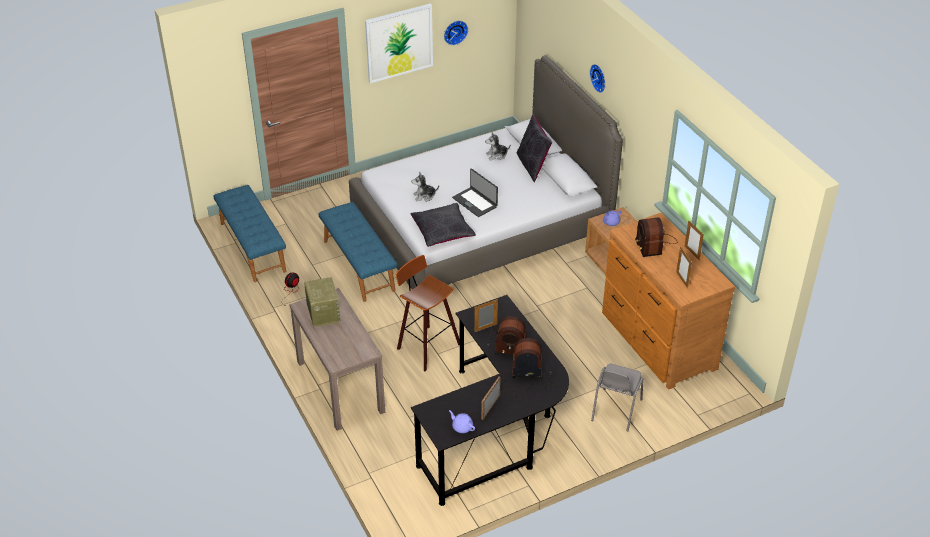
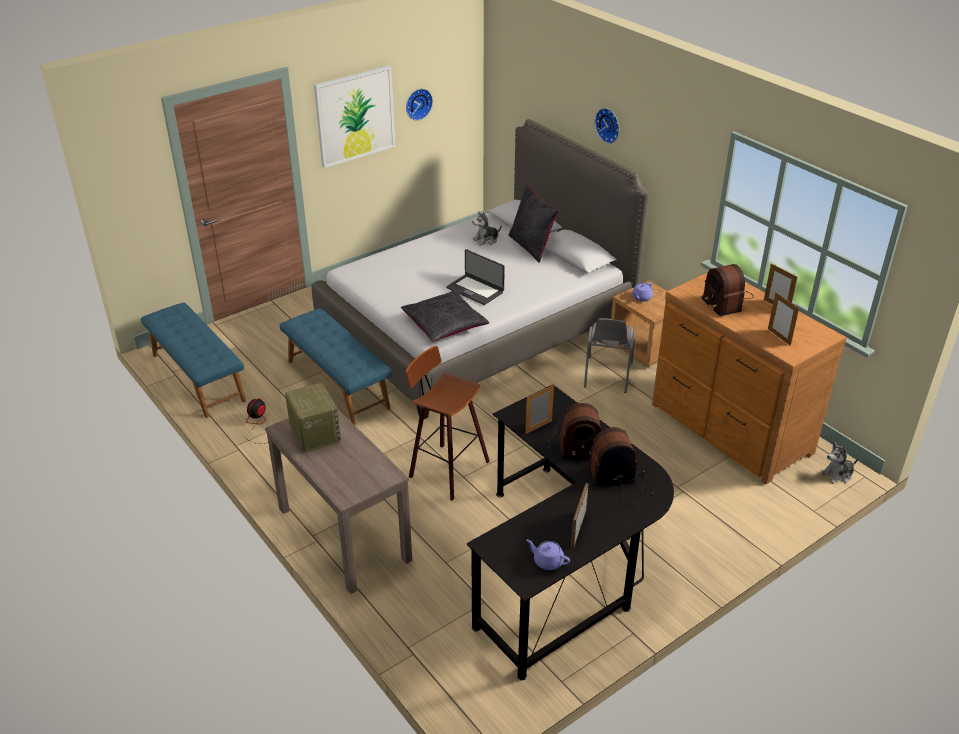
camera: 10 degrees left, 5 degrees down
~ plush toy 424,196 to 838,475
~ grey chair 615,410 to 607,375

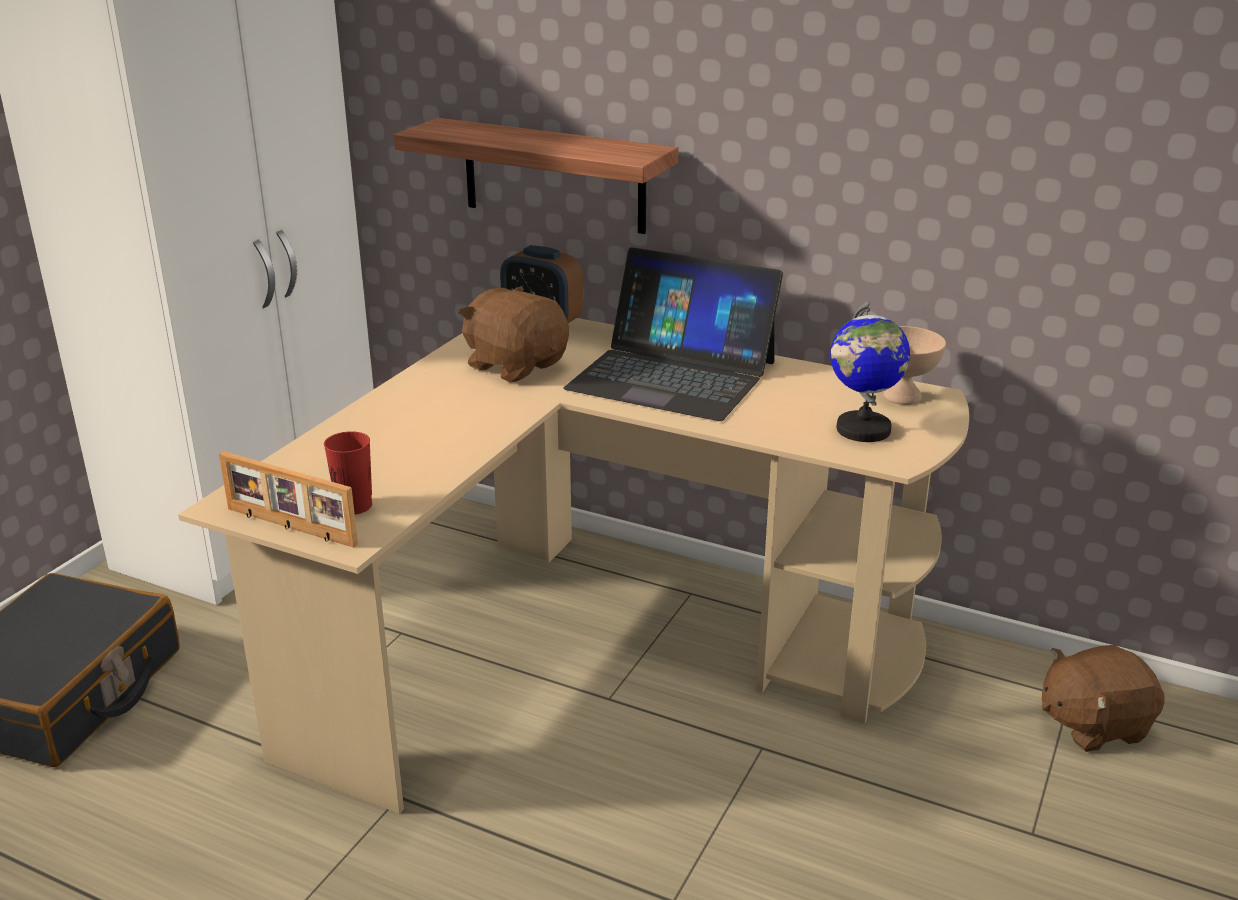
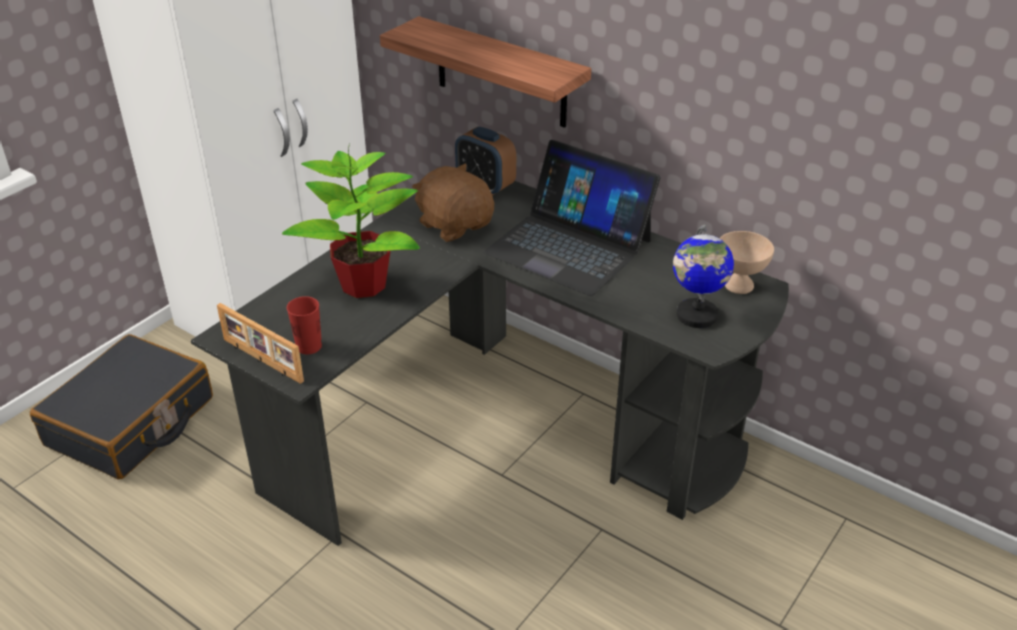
camera: 10 degrees right, 10 degrees up
- brown plush toy 1092,724
+ potted plant 365,284
~ beige desk 595,644 to black desk 502,428

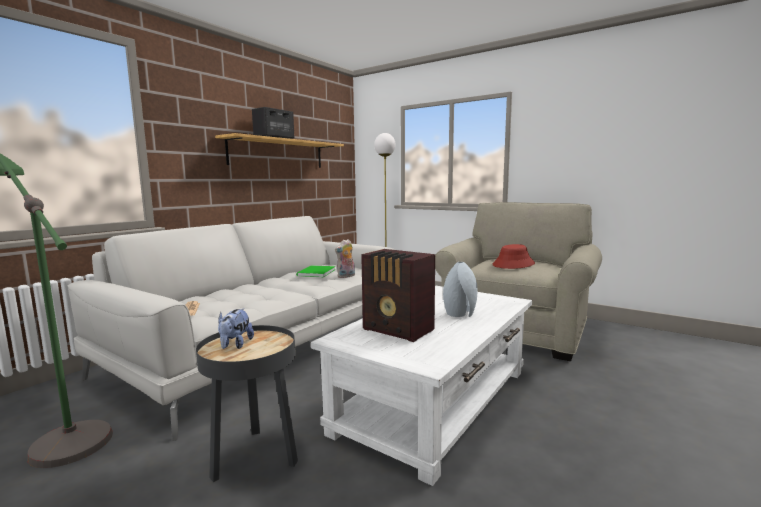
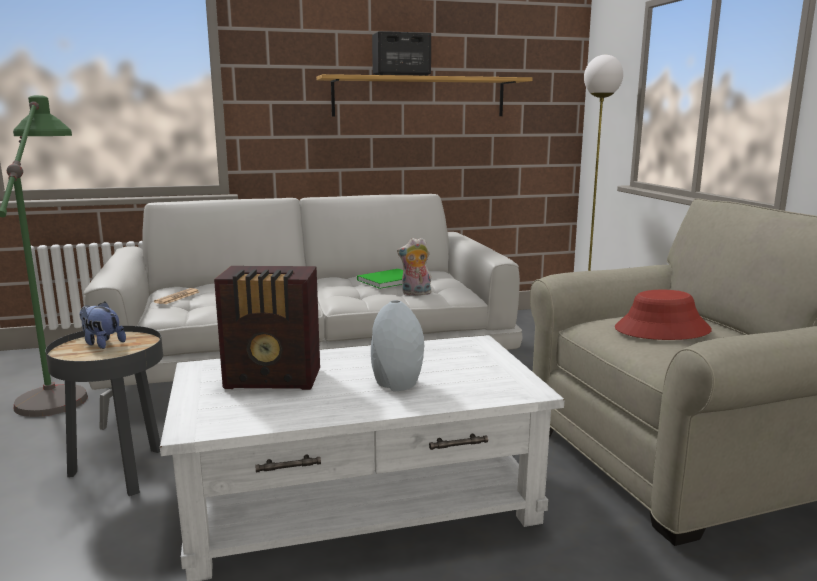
camera: 40 degrees right, 5 degrees up
~ plush toy 235,345 = 102,343 75 degrees clockwise
~ radio 398,330 = 275,379 75 degrees counterclockwise

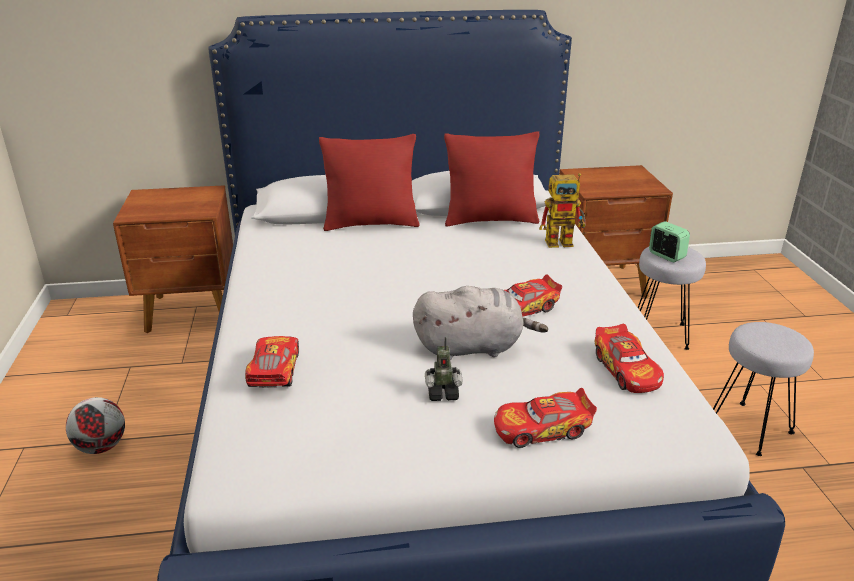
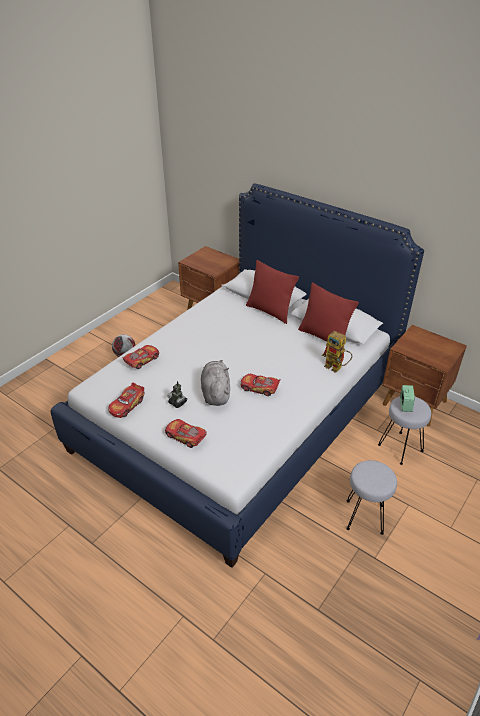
camera: 45 degrees right, 10 degrees up
~ toy car 626,370 to 127,405
~ grey plush toy 473,347 = 215,392 135 degrees counterclockwise

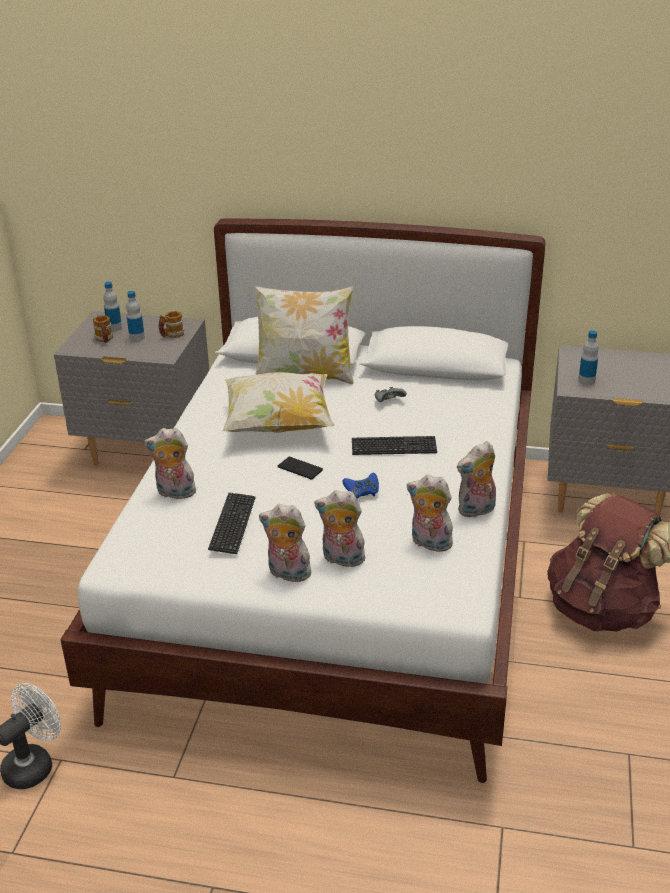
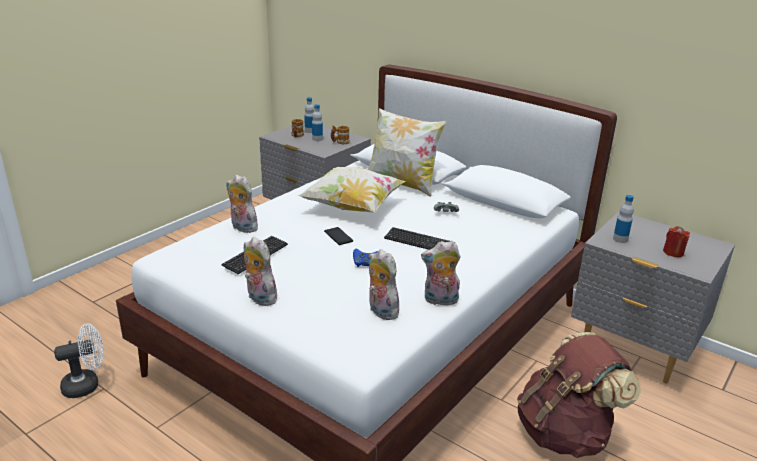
camera: 25 degrees right, 5 degrees down
- plush toy 341,559
+ red candle 673,252

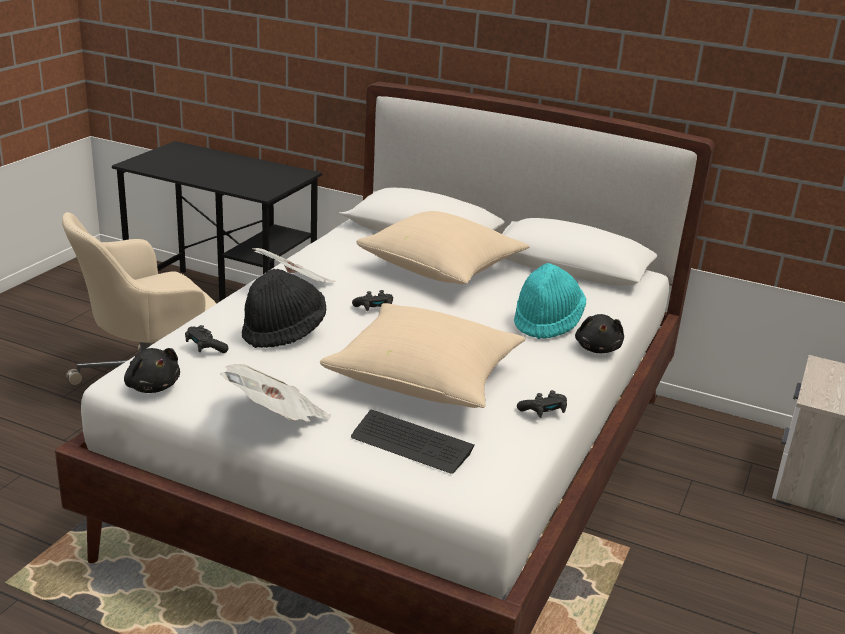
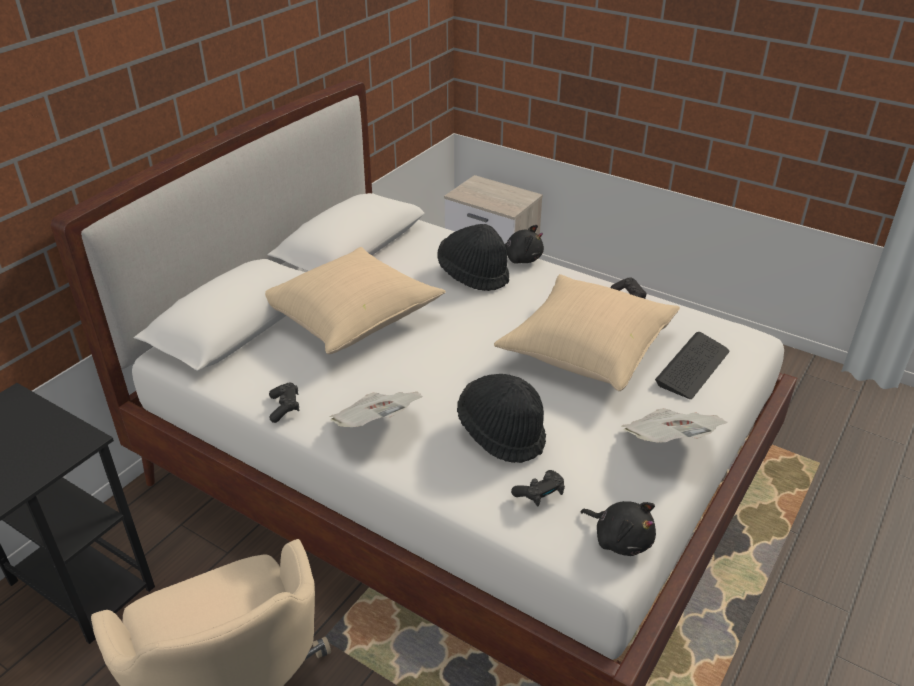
camera: 80 degrees left, 10 degrees up
~ black game controller 374,308 to 285,408
~ turquoise hat 547,322 to black hat 473,275
~ black plush toy 152,386 = 620,539 75 degrees clockwise

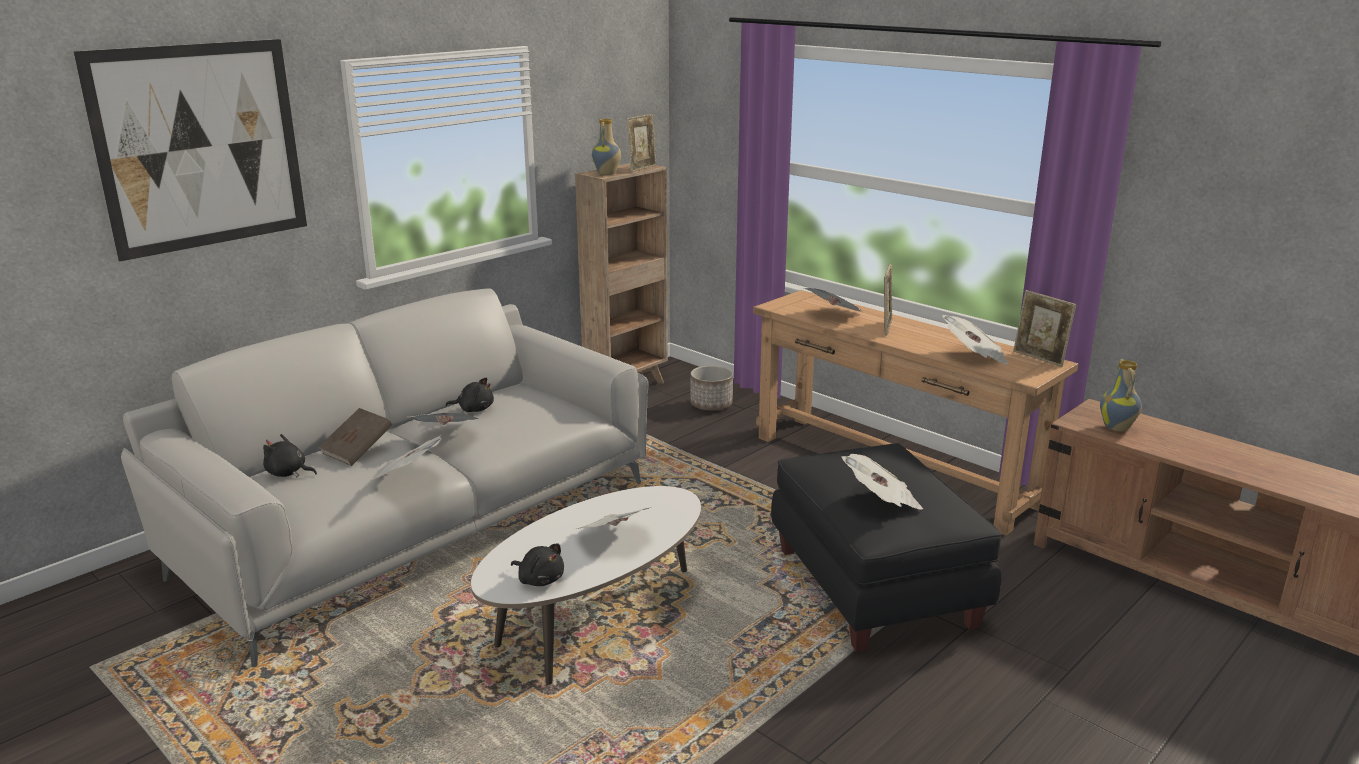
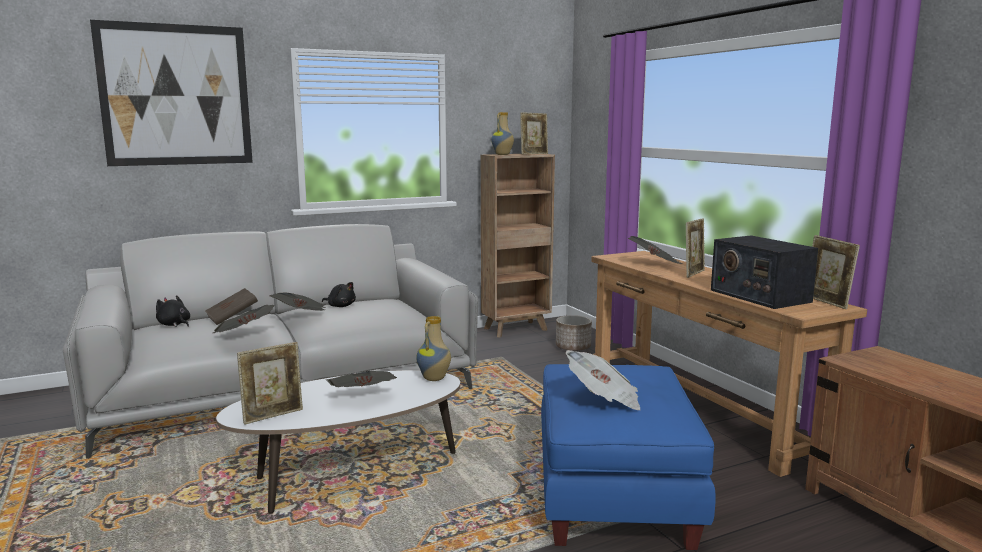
camera: 20 degrees right, 10 degrees down
~ vase 1117,428 to 435,379
~ black plush toy 539,579 to picture frame 273,416
~ newspaper 974,356 to radio 759,296
~ black ottoman 876,587 to blue ottoman 615,496

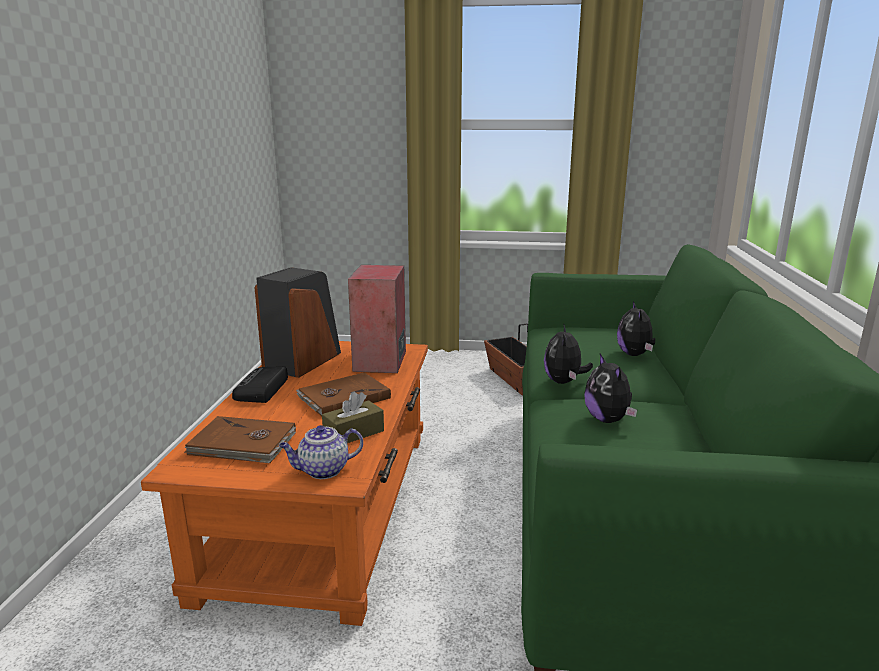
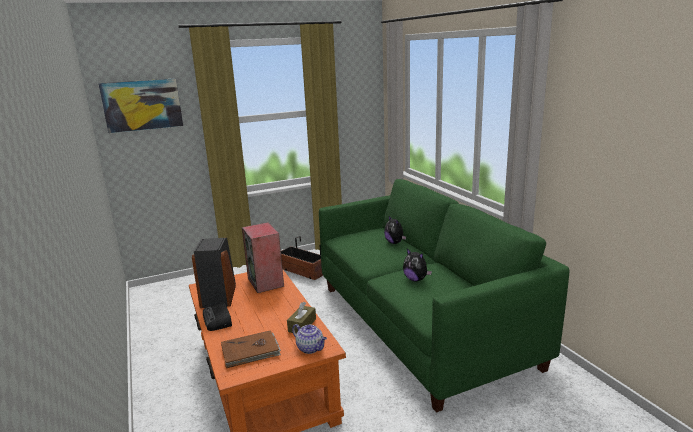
camera: 30 degrees left, 0 degrees up
- brown book 343,397
- plush toy 564,382
+ picture 142,105
~ teapot 322,471 = 311,348 90 degrees counterclockwise

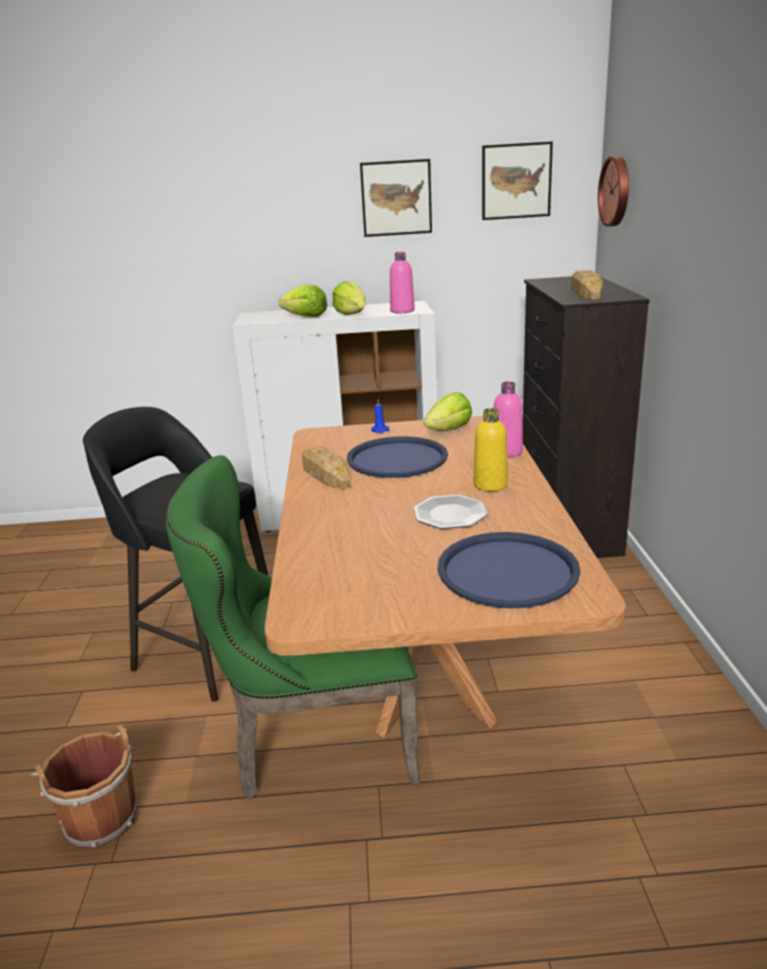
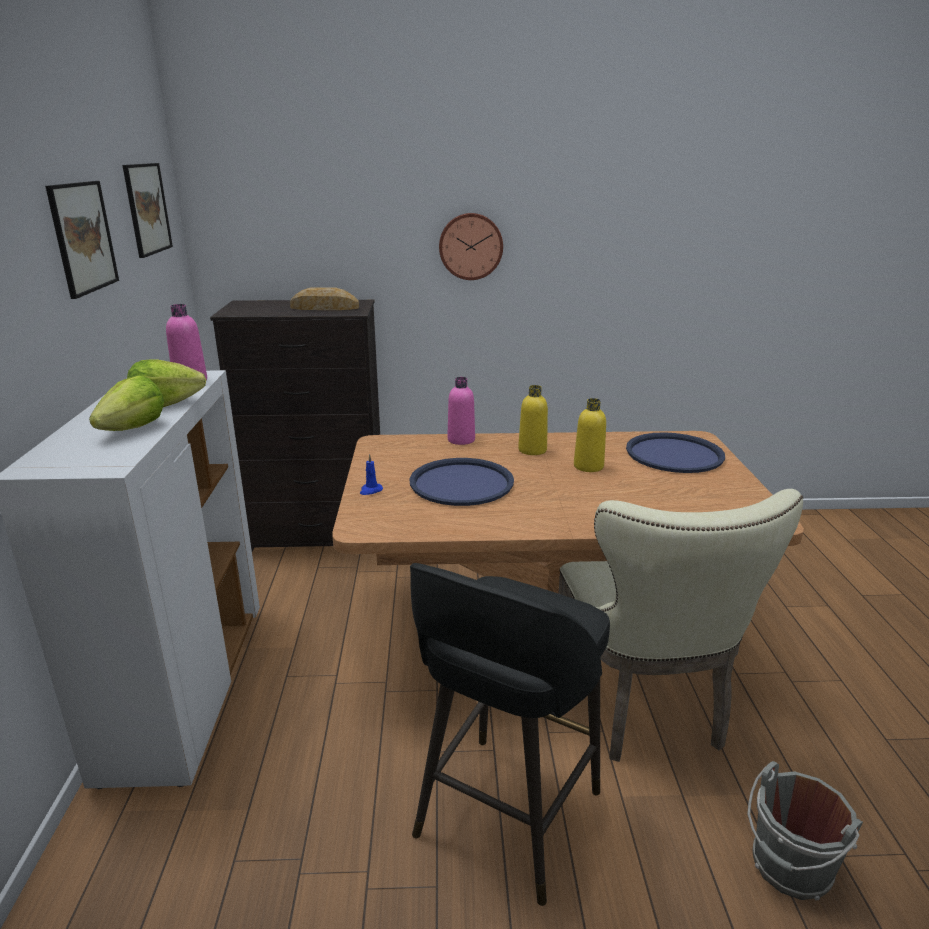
camera: 90 degrees left, 0 degrees up
- bread 326,474
- lettuce 449,430
~ wall clock 616,191 to 470,246
~ plate 450,514 to yellow bottle 588,466
~ brown bucket 99,817 to grey bucket 789,868
~ green chair 312,742 to beige chair 644,707

